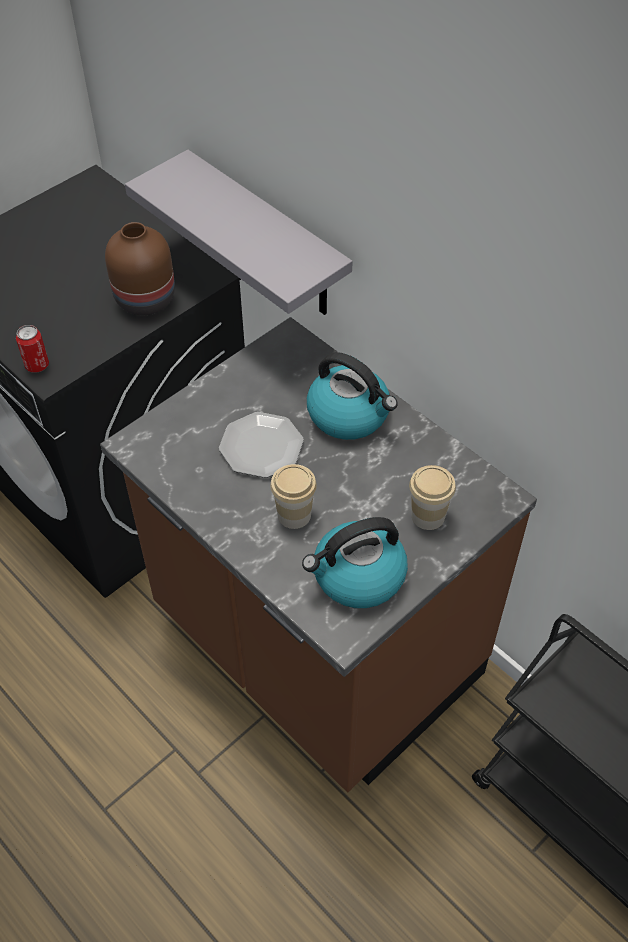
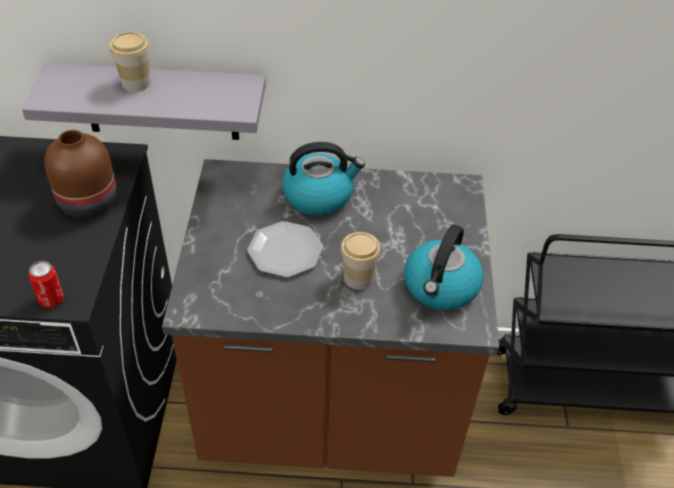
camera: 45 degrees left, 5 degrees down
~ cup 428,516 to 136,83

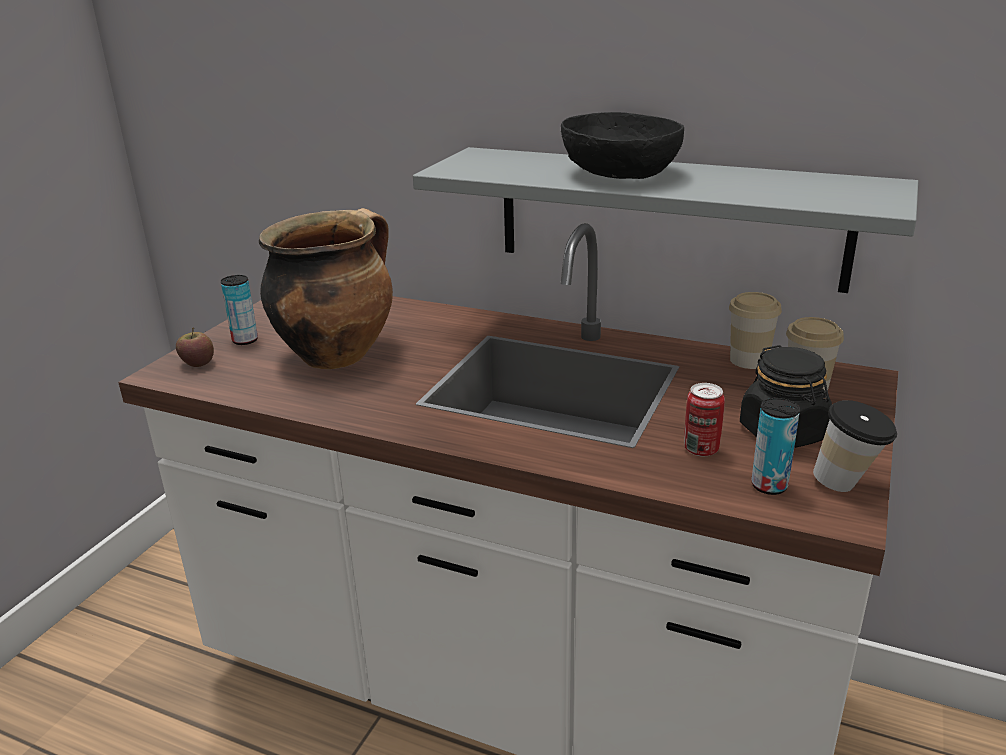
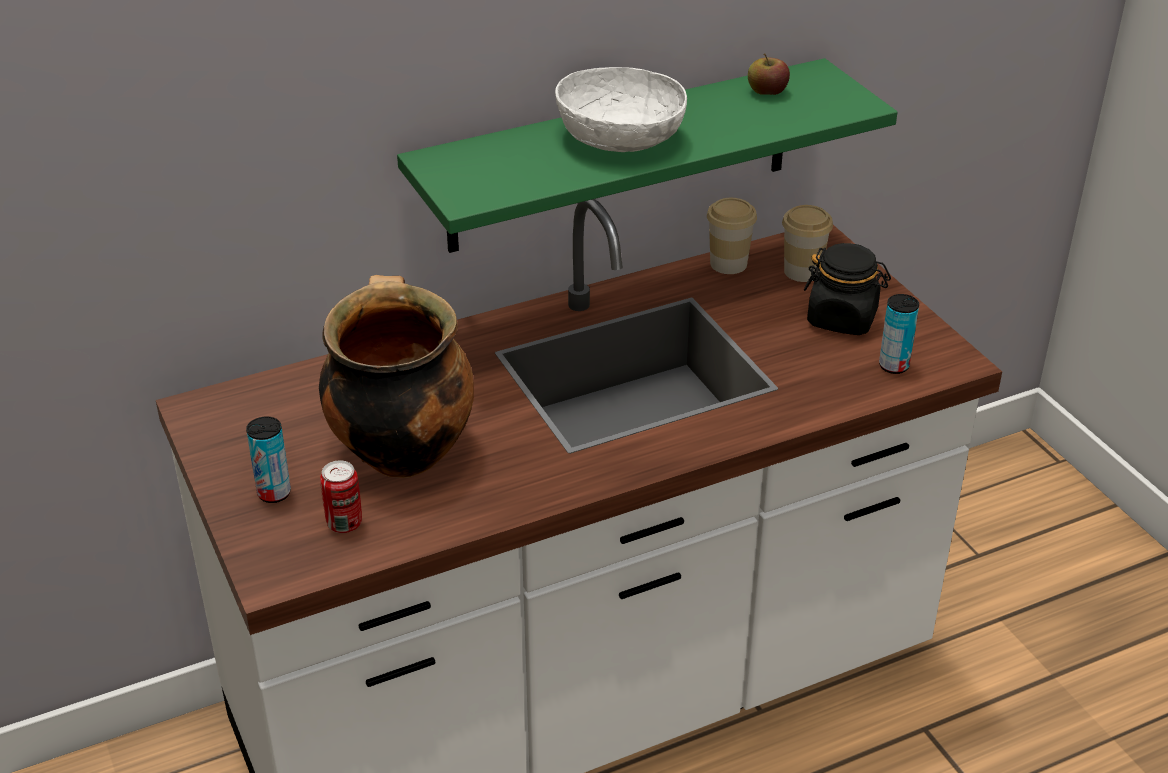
camera: 50 degrees left, 10 degrees up
- cup 847,485
~ apple 198,363 to 767,92
~ can 701,449 to 344,523
~ grey shelf 668,217 to green shelf 621,156
~ black bowl 620,173 to white bowl 621,139

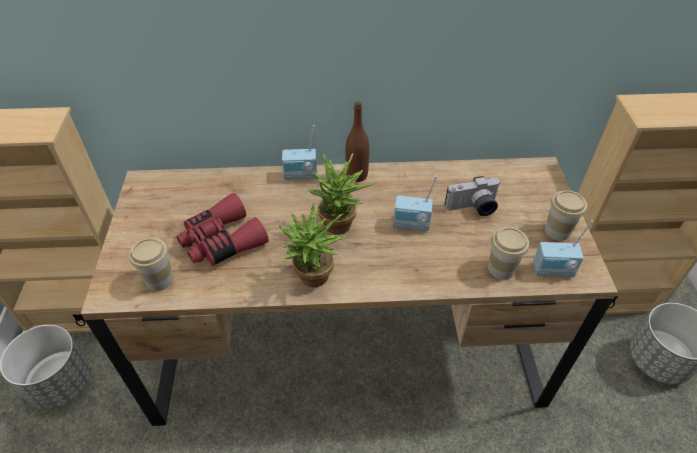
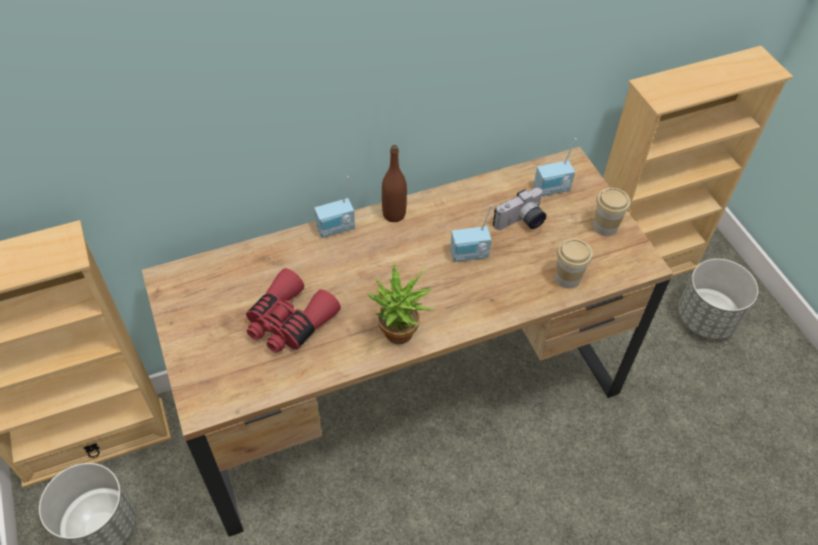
camera: 20 degrees left, 5 degrees up
- cup 159,280
- potted plant 340,228
~ radio 553,271 to 552,190

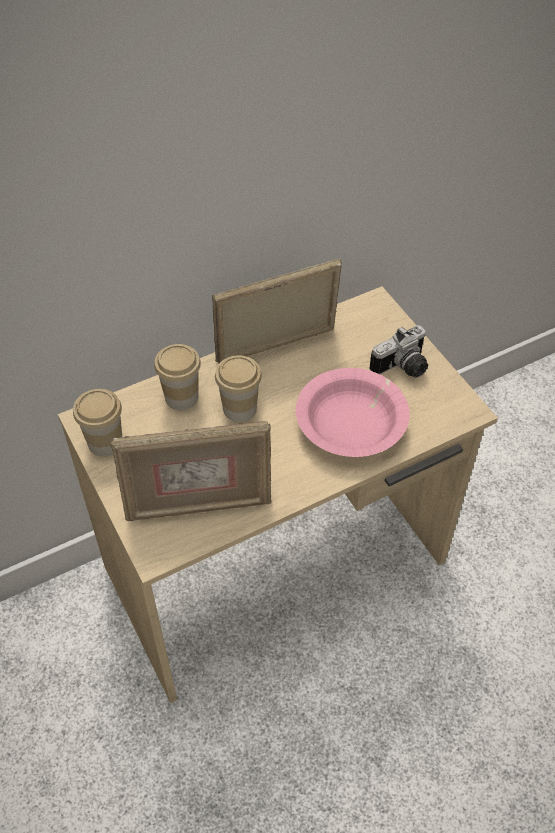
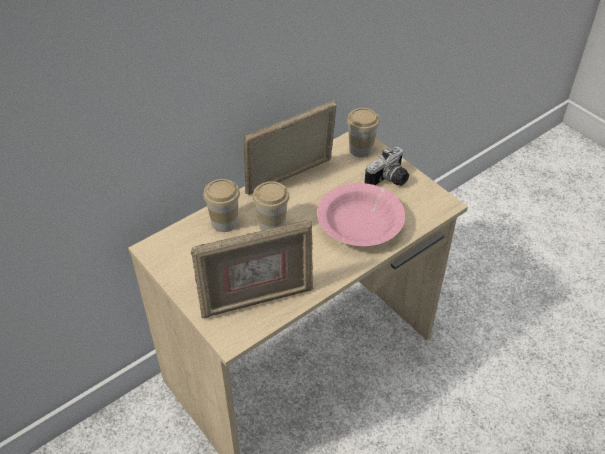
camera: 10 degrees left, 5 degrees down
~ cup 105,442 to 361,149

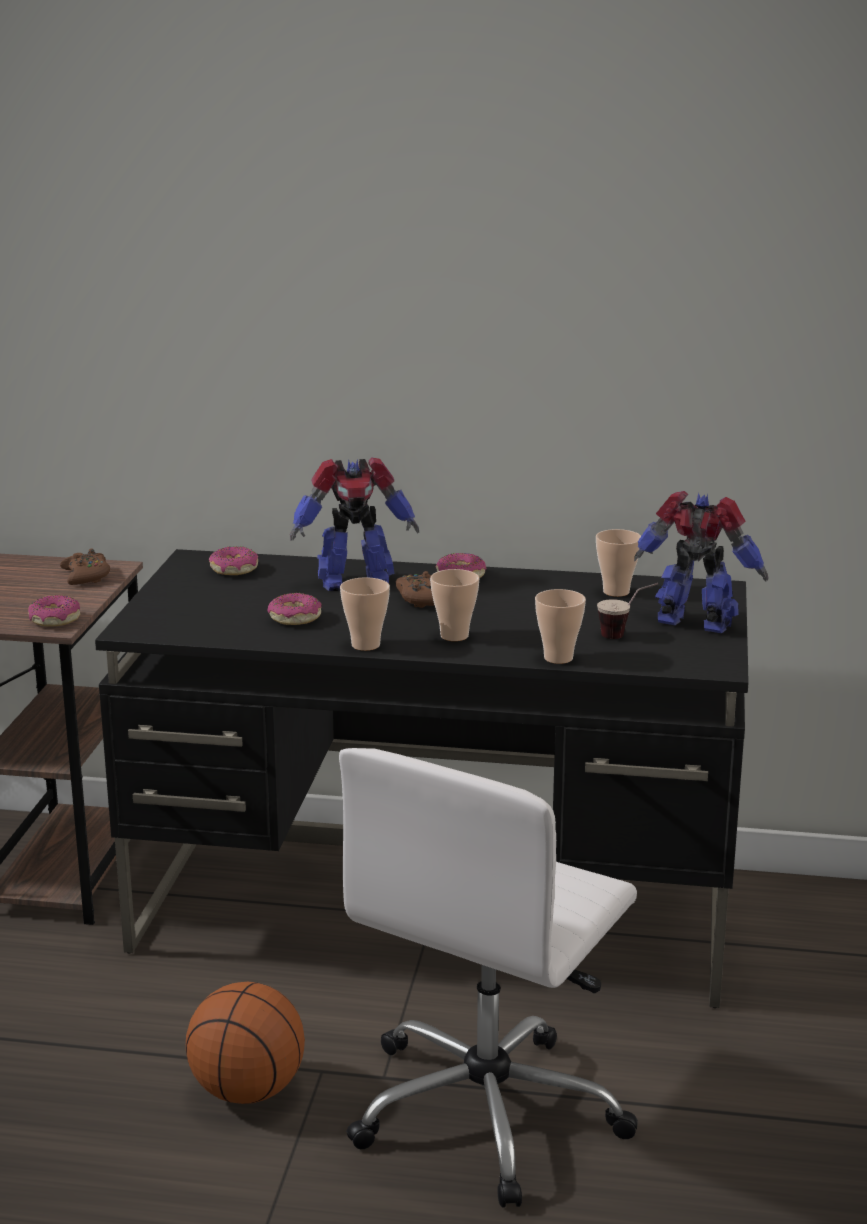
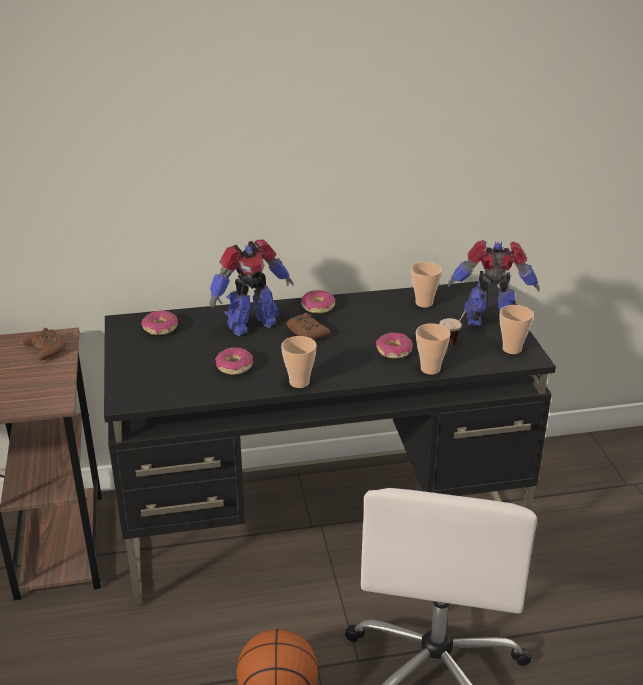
camera: 20 degrees left, 10 degrees up
~ donut 54,620 to 394,351
~ cup 454,636 to 512,349

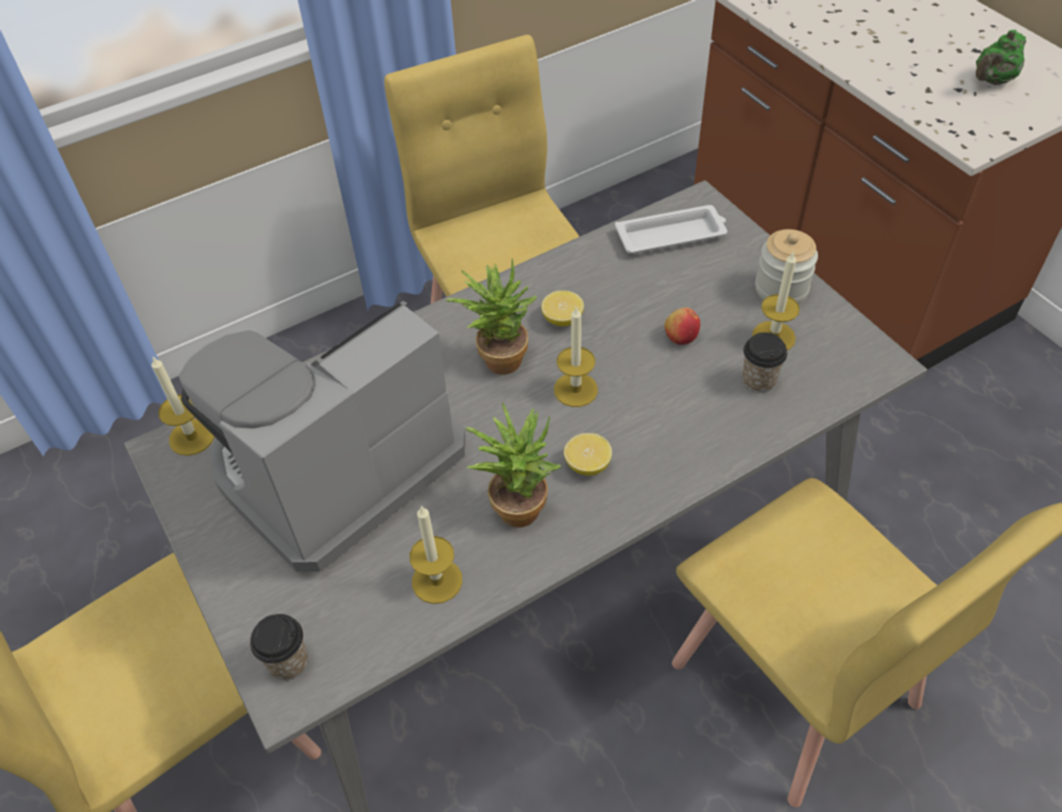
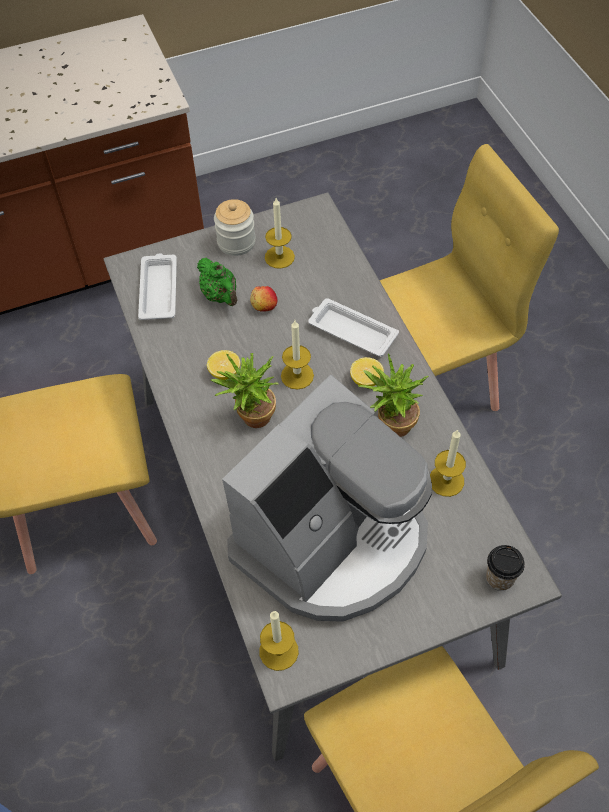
camera: 80 degrees left, 5 degrees up
- cup 758,381
+ white tray 351,331
~ green teapot 992,81 to 220,296
~ coffee machine 334,466 = 333,540 105 degrees counterclockwise

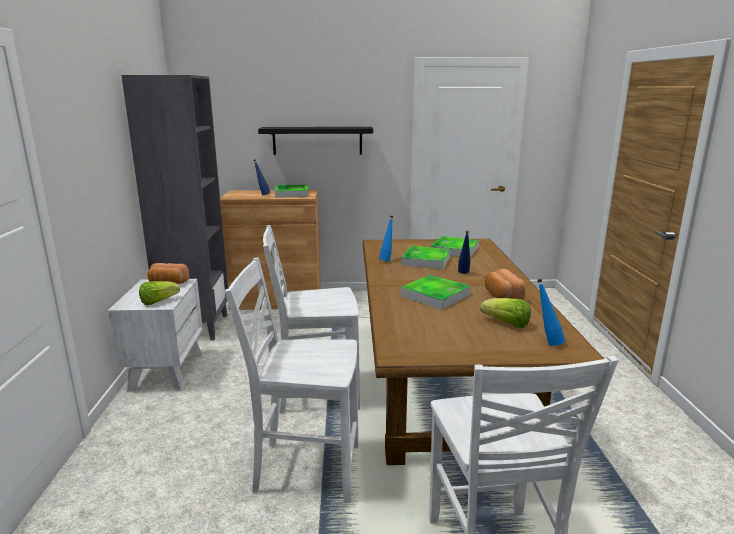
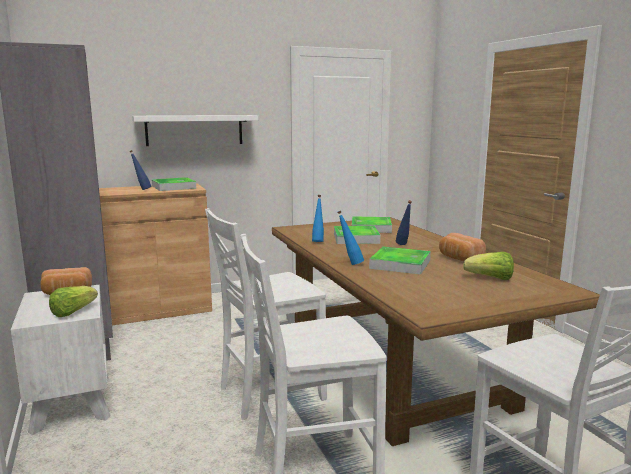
camera: 20 degrees left, 5 degrees down
~ blue bottle 547,342 to 350,264
~ black shelf 317,140 to white shelf 194,130

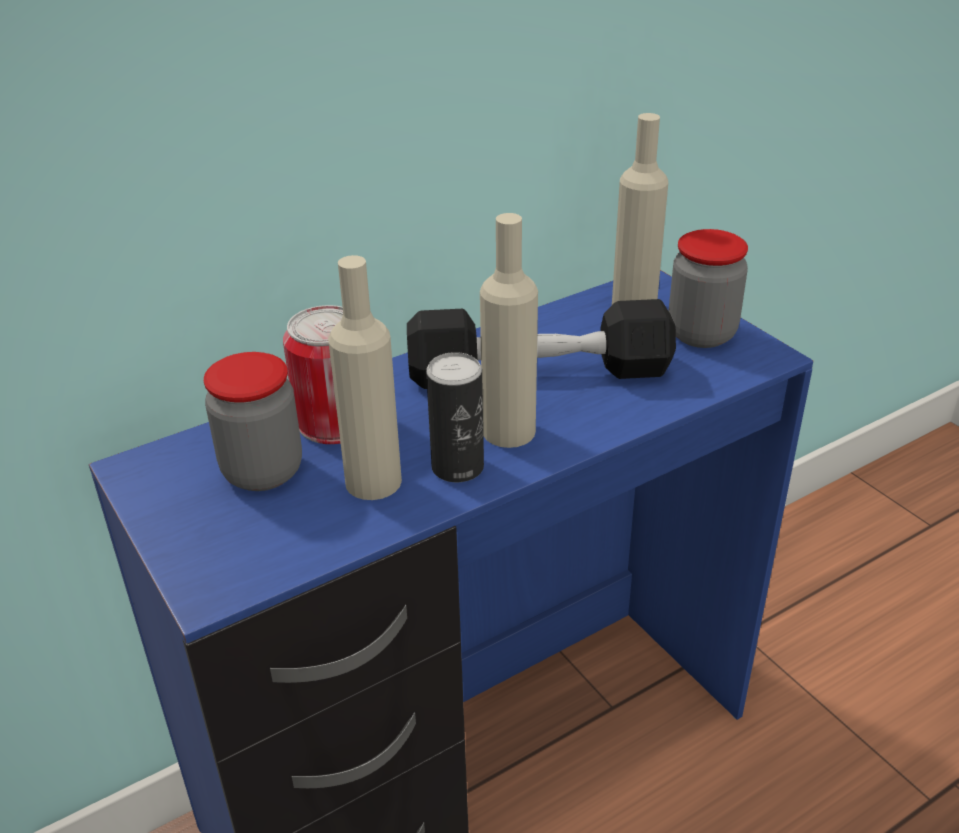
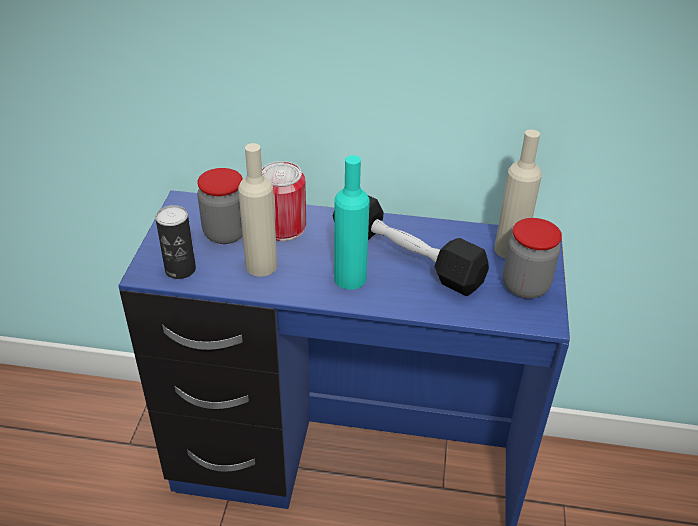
camera: 40 degrees right, 5 degrees up
~ can 457,467 to 180,269
~ beige bottle 509,431 to turquoise bottle 350,278

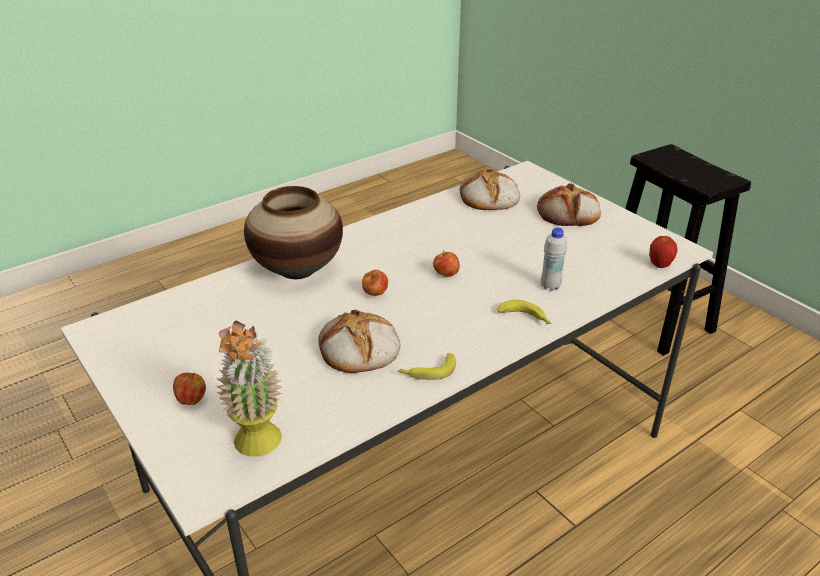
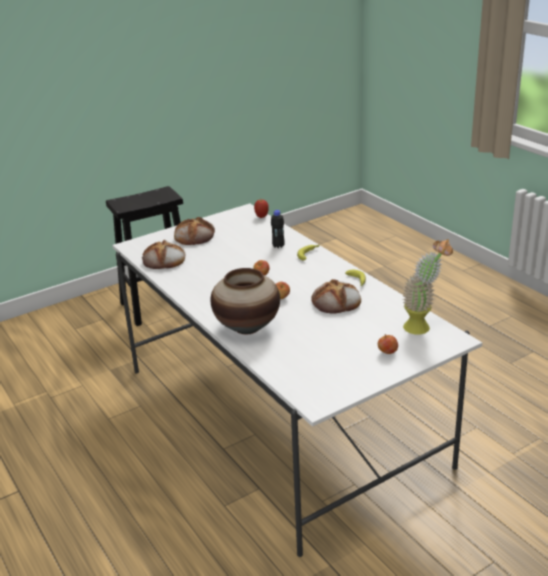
camera: 85 degrees left, 5 degrees down
~ white bottle 550,286 to black bottle 278,246

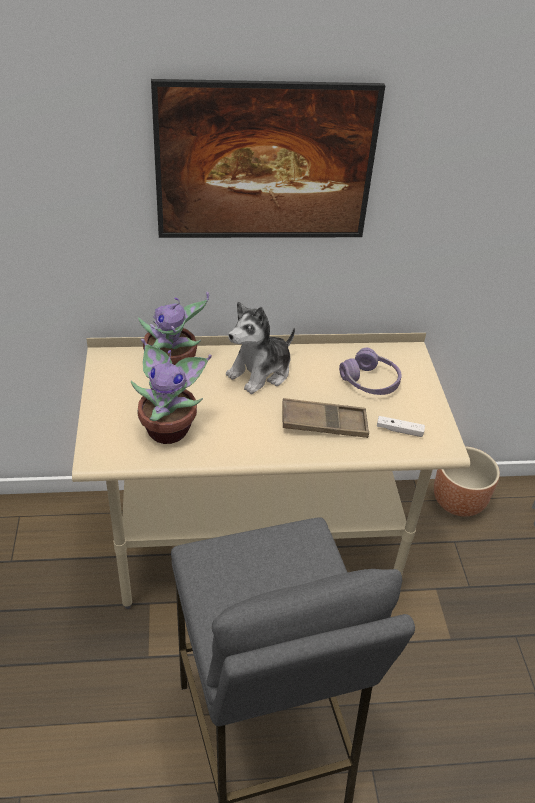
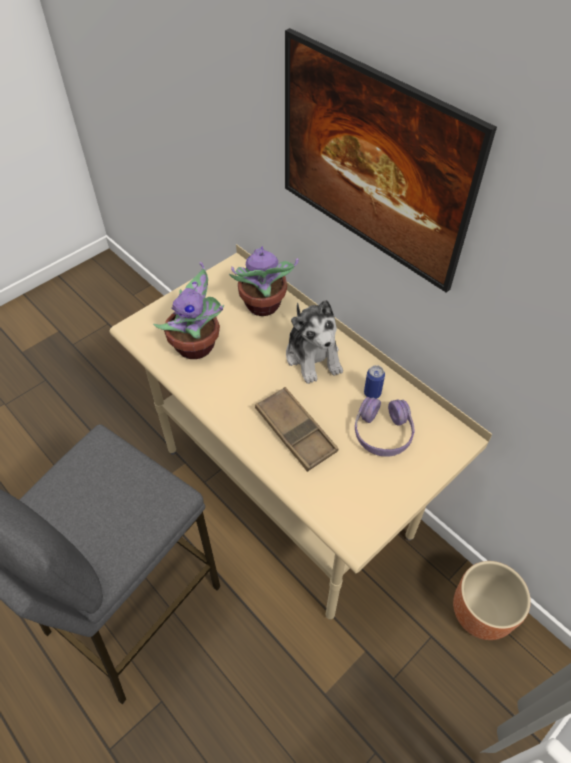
camera: 55 degrees right, 10 degrees up
- white game controller 399,430
+ can 372,393
~ plush toy 260,372 = 313,356 120 degrees counterclockwise

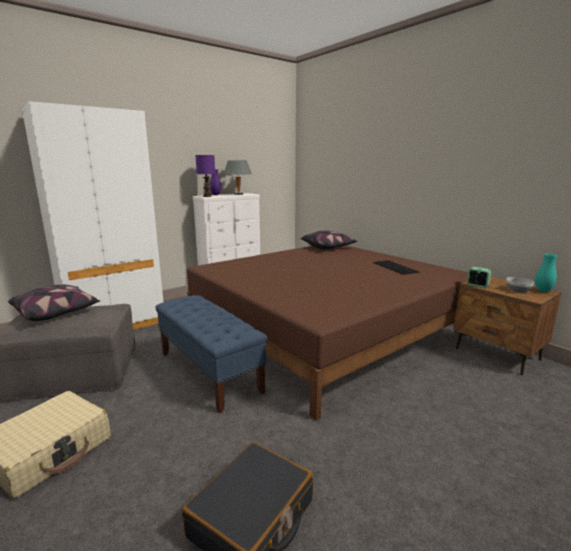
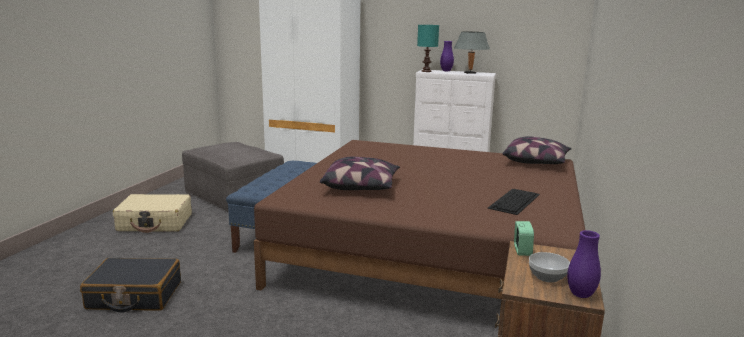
camera: 55 degrees right, 0 degrees up
~ pillow 56,312 to 361,187
~ purple table lamp 207,196 to turquoise table lamp 426,71
~ turquoise vase 543,291 to purple vase 580,295

